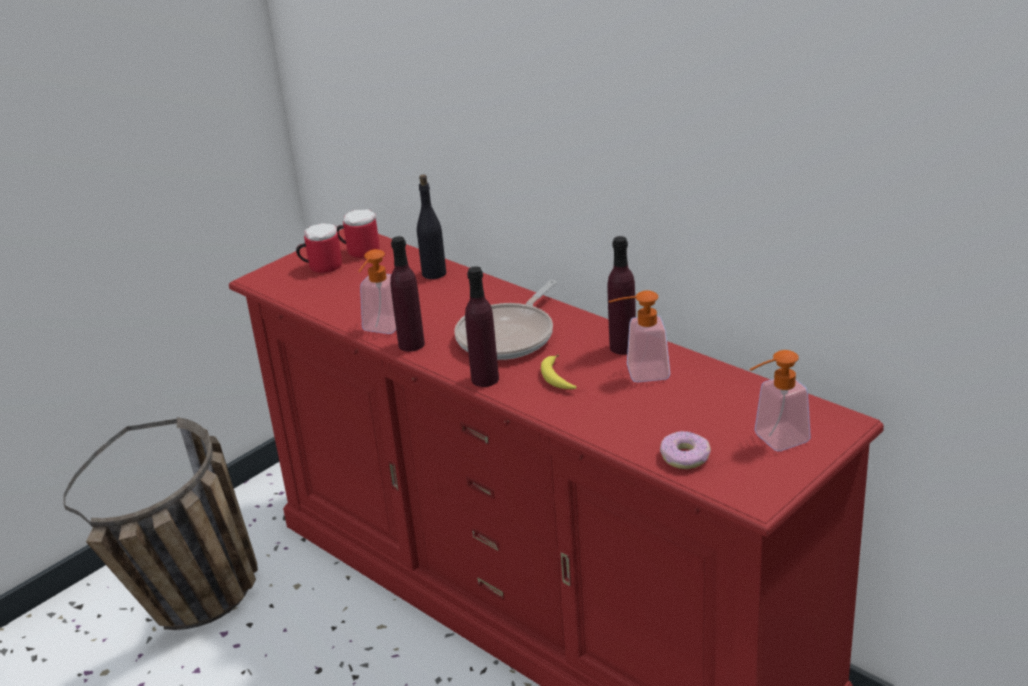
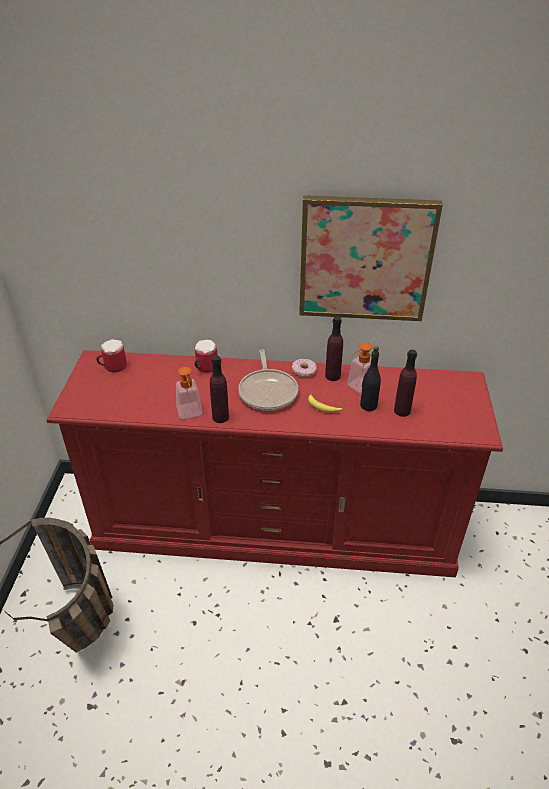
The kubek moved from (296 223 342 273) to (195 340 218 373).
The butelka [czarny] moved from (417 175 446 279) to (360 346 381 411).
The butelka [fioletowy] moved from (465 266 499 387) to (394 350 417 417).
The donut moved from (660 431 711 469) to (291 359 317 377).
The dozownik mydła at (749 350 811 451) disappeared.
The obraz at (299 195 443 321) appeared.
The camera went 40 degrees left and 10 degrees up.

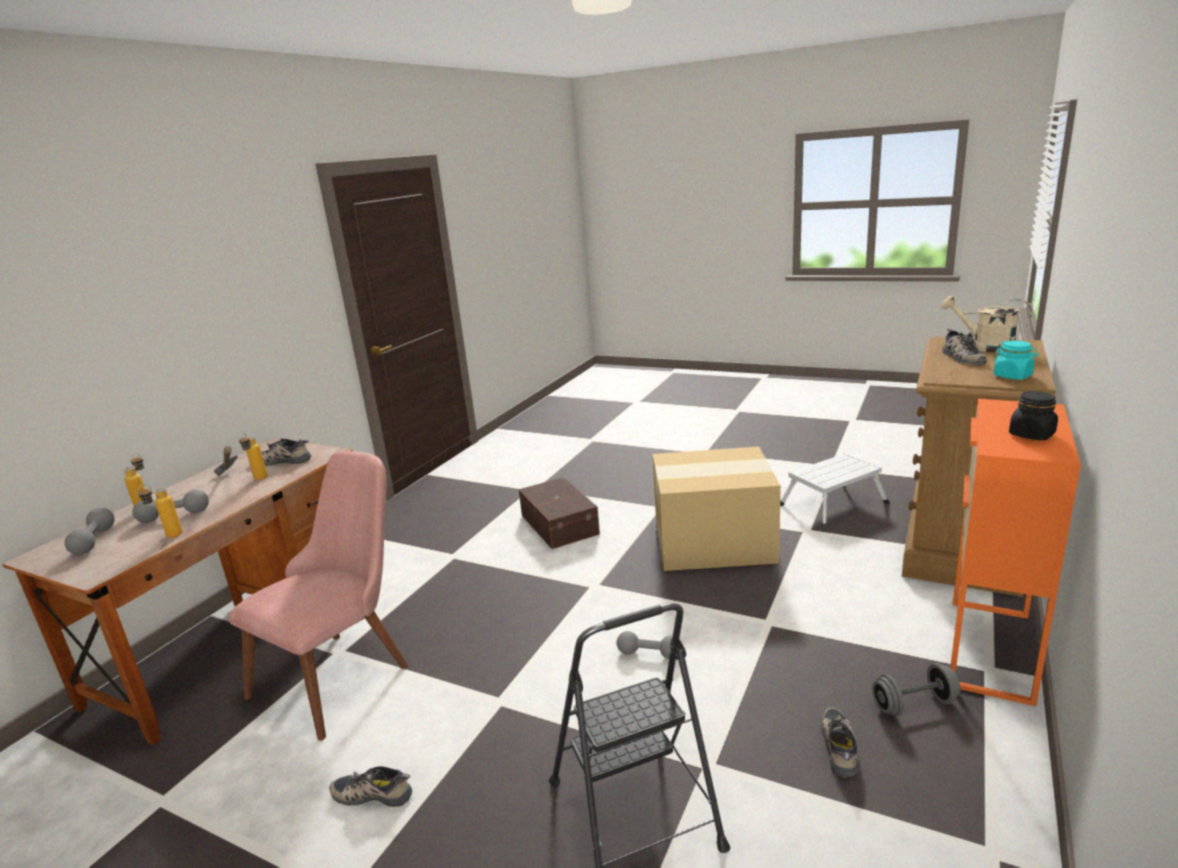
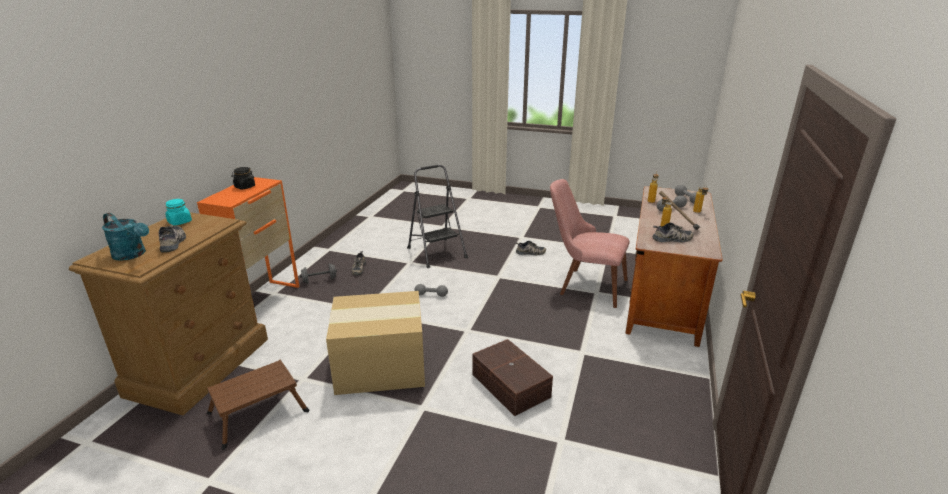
The krzesło [różowy] at (229 451 408 741) turned 90 degrees clockwise.
The drabinka [biały] at (780 453 890 529) became the drabinka [brązowy] at (207 360 310 450).
The konewka [beżowy] at (942 295 1032 353) became the konewka [turkusowy] at (102 213 149 261).
The camera went 170 degrees right and 5 degrees up.

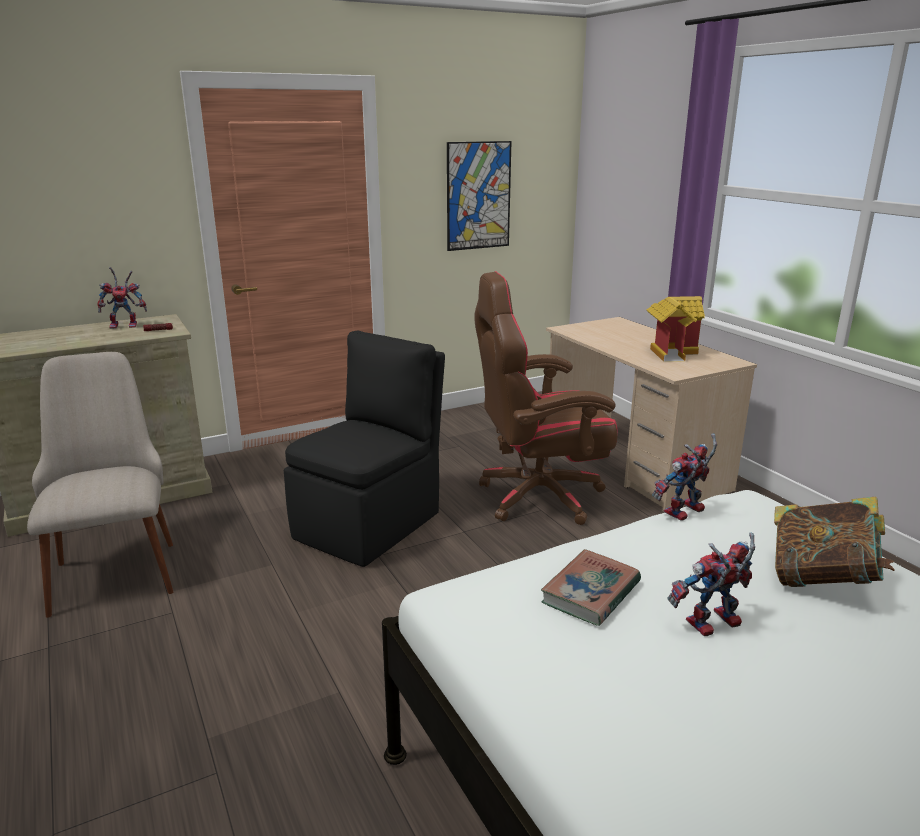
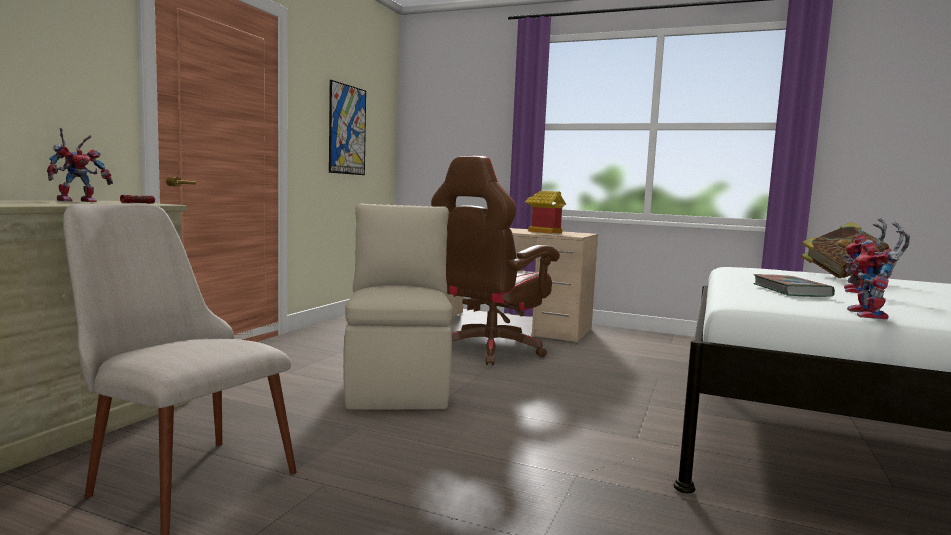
The krzesło [czarny] at (284 330 445 567) became the krzesło [beżowy] at (343 203 453 410).
The robot zabawkowy moved from (652 433 717 521) to (845 222 910 319).
The camera went 40 degrees left and 15 degrees down.

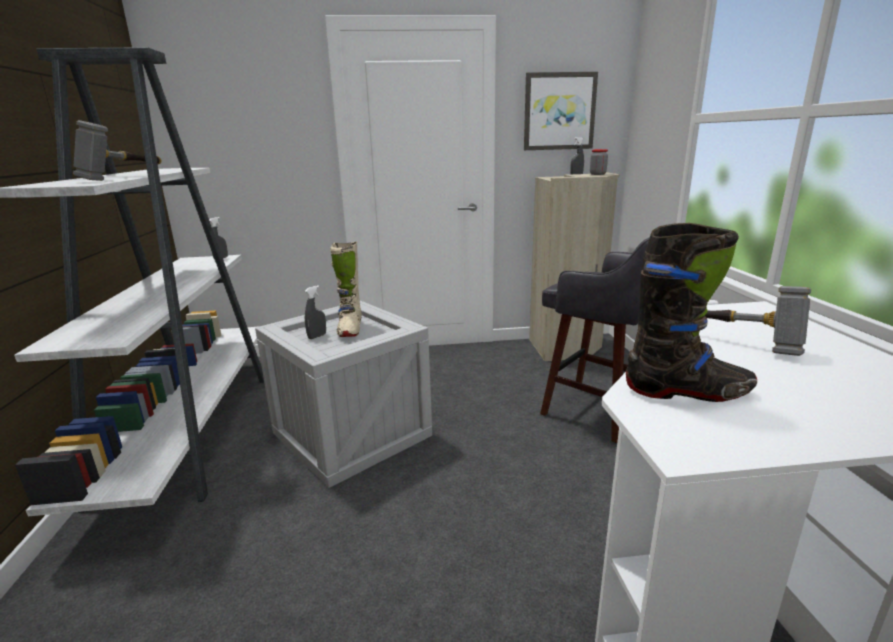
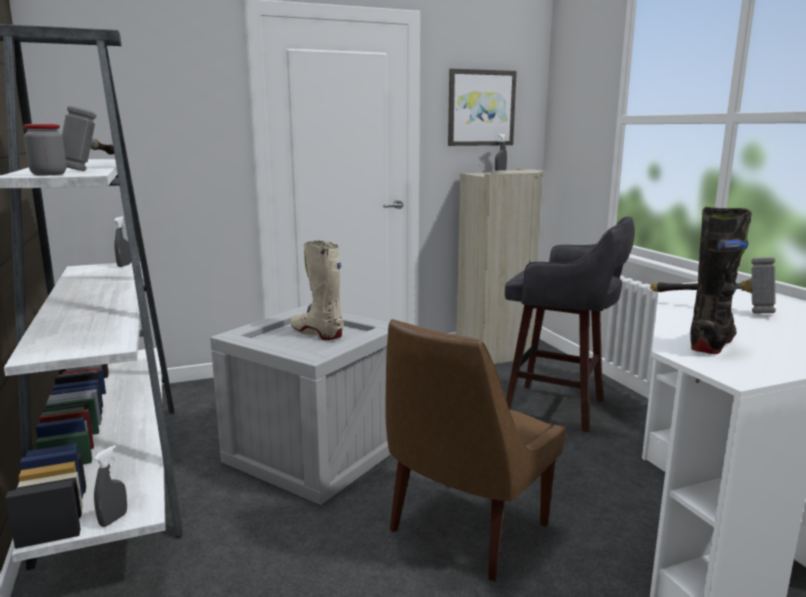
The spryskiwacz [szary] moved from (305 285 326 339) to (94 445 127 527).
The but z cholewką [beżowy] at (330 241 362 337) turned 150 degrees clockwise.
The słoik moved from (590 149 608 175) to (23 124 67 175).
The but z cholewką [czarny] at (626 223 757 402) turned 45 degrees counterclockwise.
The krzesło [brązowy] at (385 319 566 581) appeared.
The camera went 15 degrees left and 5 degrees down.

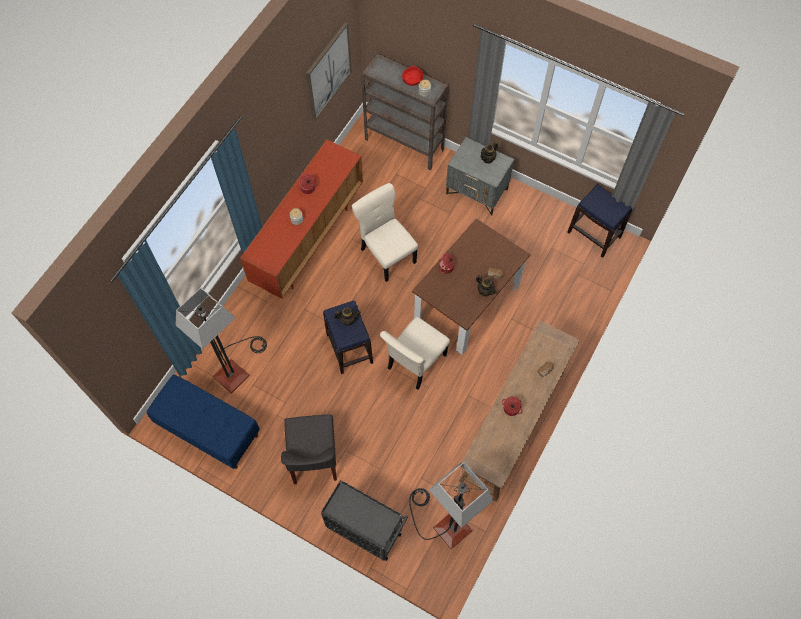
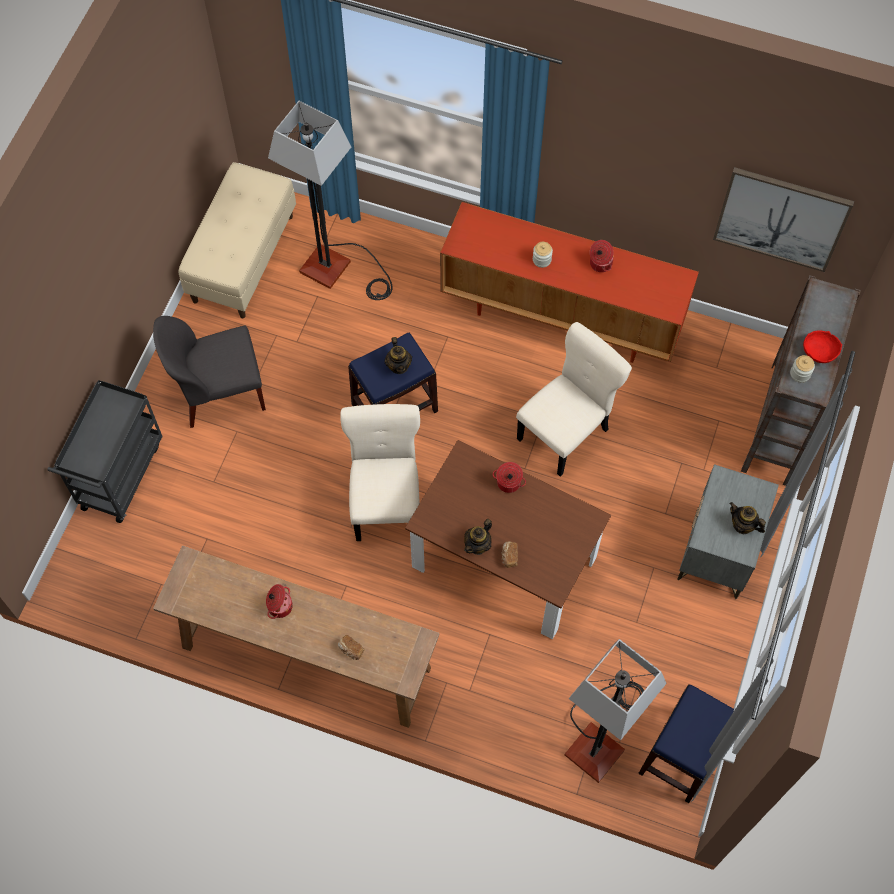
The ławka [niebieski] at (147 374 260 469) became the ławka [beżowy] at (179 162 296 318).
The krzesło [beżowy] at (380 317 450 390) turned 60 degrees clockwise.
The lampa stojąca moved from (409 462 494 549) to (564 639 667 783).
The camera went 80 degrees right and 0 degrees up.

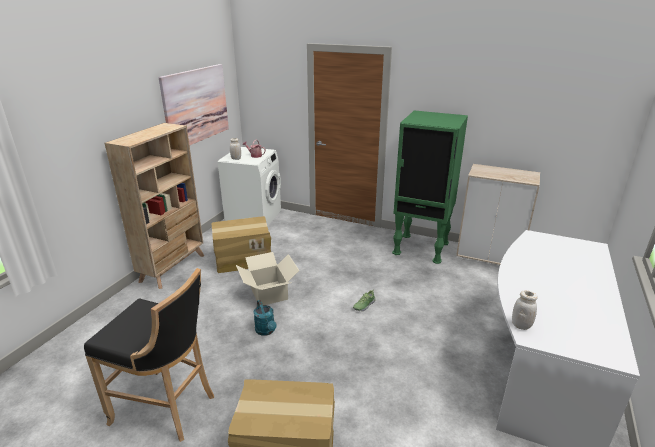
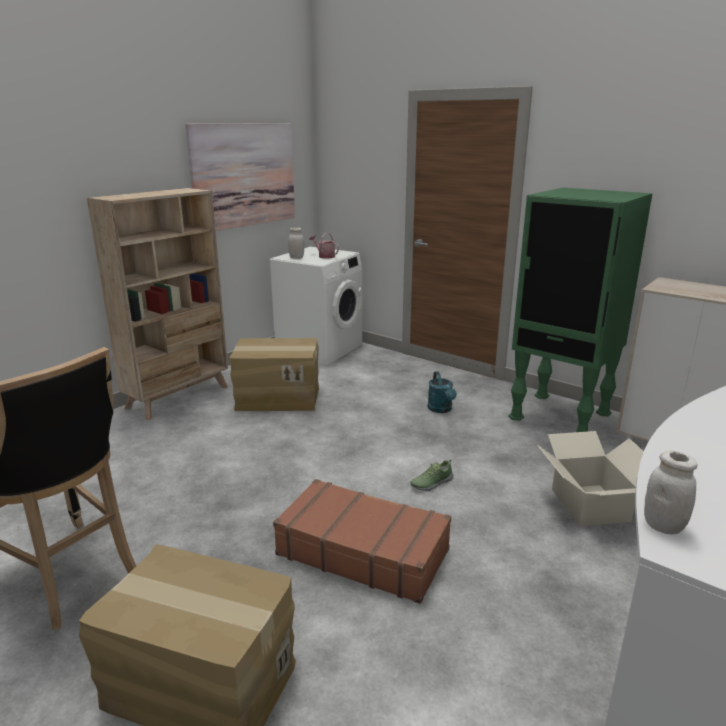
The karton moved from (236 252 299 305) to (537 431 644 526).
The konewka [turkusowy] moved from (254 300 277 336) to (428 371 457 413).
The walizka [brązowy] at (273 479 451 604) appeared.
The camera went 15 degrees right and 5 degrees down.

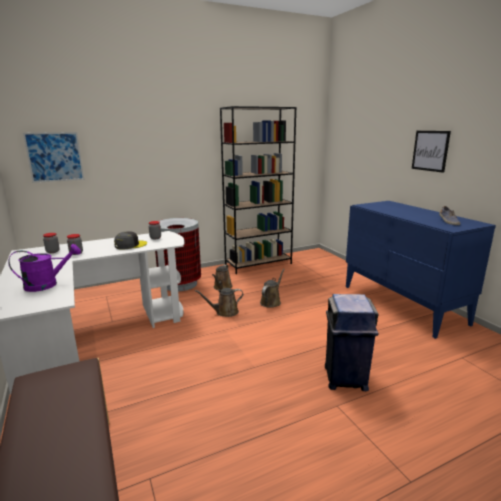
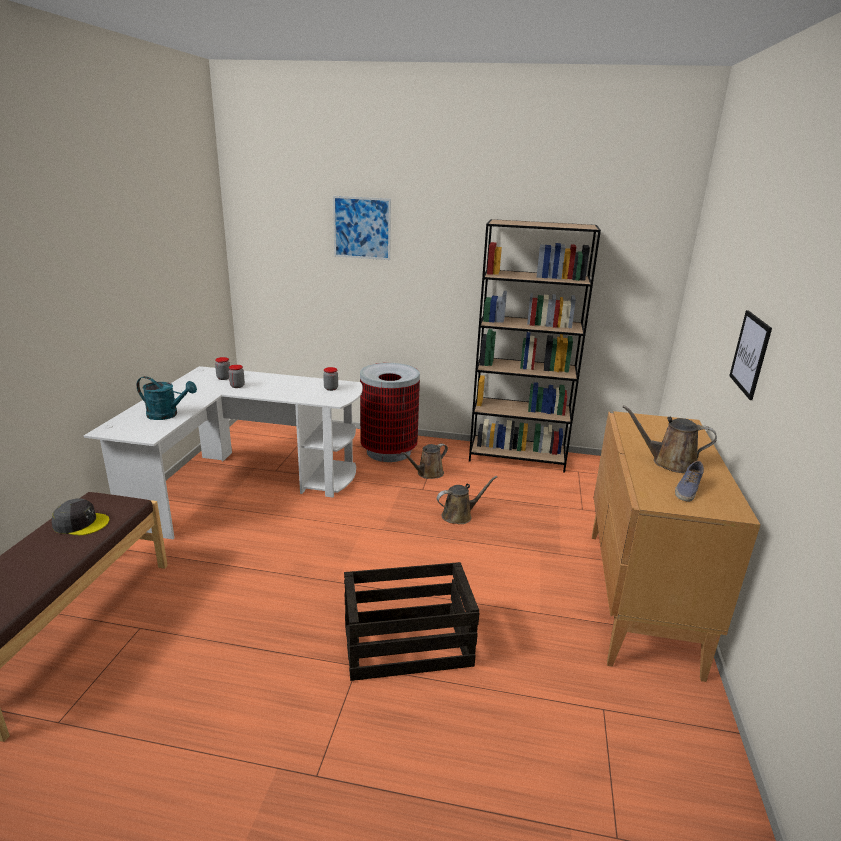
The konewka [fioletowy] at (8 244 81 292) became the konewka [turkusowy] at (137 376 197 420).
The obraz moved from (23 132 84 183) to (333 196 391 260).
The czapka z daszkiem [szary] moved from (114 231 147 249) to (52 498 110 535).
The konewka [brązowy] moved from (195 288 243 317) to (623 405 717 473).
The kosz na śmieci [niebieski] at (325 294 379 391) was replaced by the skrzynka at (344 562 480 681).
The szafka [niebieski] at (346 201 496 339) became the szafka [brązowy] at (592 411 761 682).
The camera went 35 degrees right and 5 degrees up.

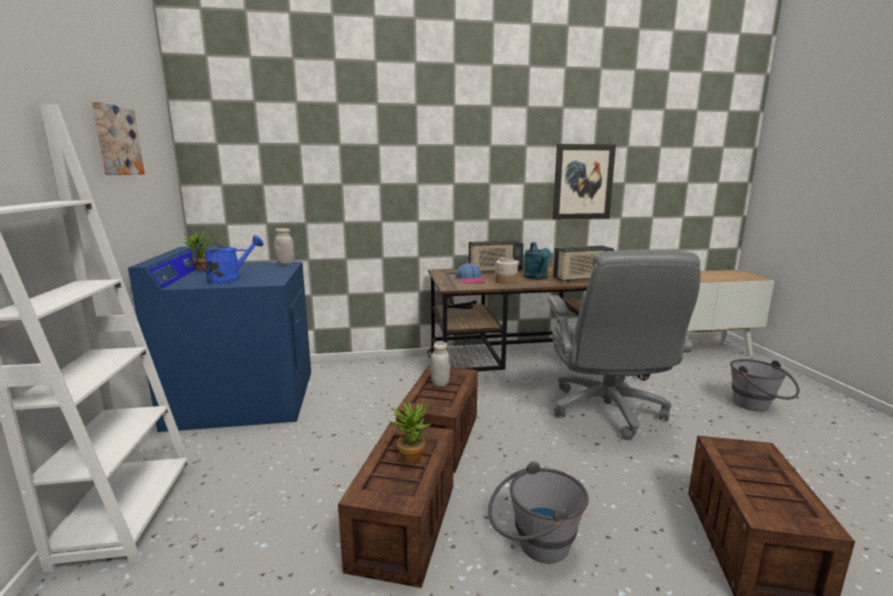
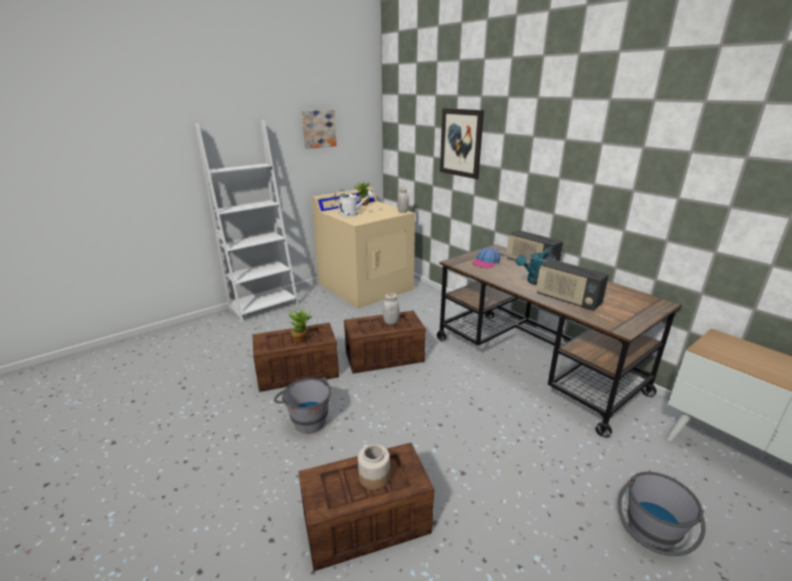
The pralka [niebieski] at (128 246 311 432) became the pralka [beżowy] at (312 187 415 309).
The konewka [niebieski] at (195 235 263 284) became the konewka [biały] at (334 190 373 217).
The słoik moved from (495 257 518 284) to (358 444 390 490).
The krzesło biurowe [szary] at (548 249 700 440) disappeared.
The obraz moved from (553 144 616 219) to (440 108 484 179).
The camera went 60 degrees right and 10 degrees up.

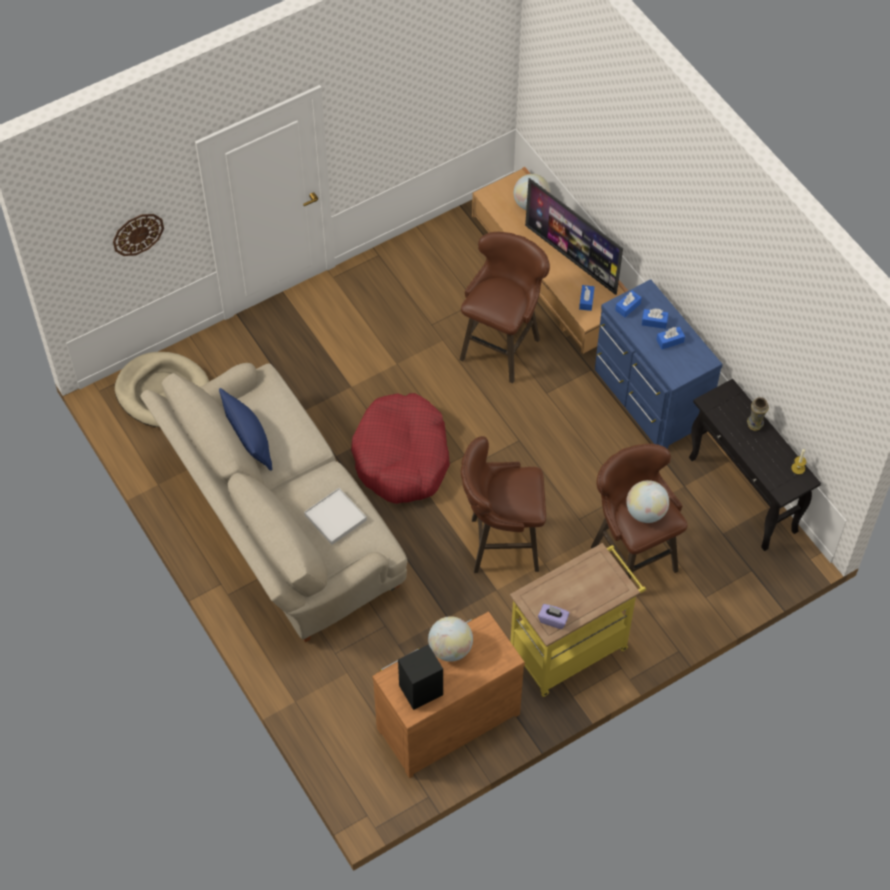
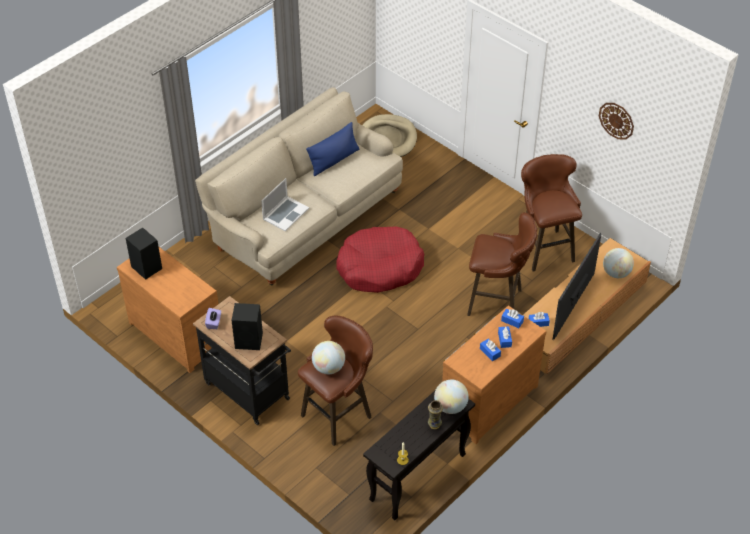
The zegar ścienny moved from (113 214 164 256) to (599 103 634 140).
The taca [biały] at (304 488 367 545) was replaced by the laptop at (261 178 309 231).
The globus moved from (428 616 473 662) to (434 379 469 414).
The stołek [brązowy] moved from (461 436 546 573) to (521 154 582 271).
The wózek [żółty] at (510 543 646 697) became the wózek [czarny] at (193 296 291 425).
The komoda [niebieski] at (595 279 723 449) became the komoda [brązowy] at (442 305 547 444).
The głośnik [czarny] at (232 303 263 350) appeared.
The camera went 75 degrees right and 10 degrees down.

